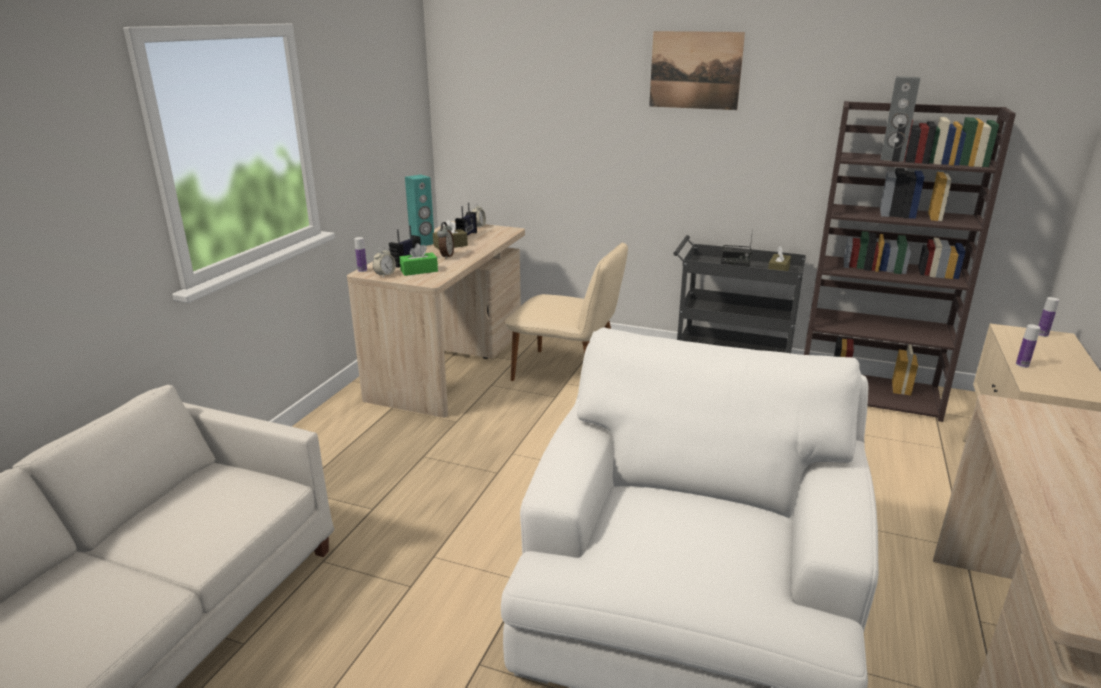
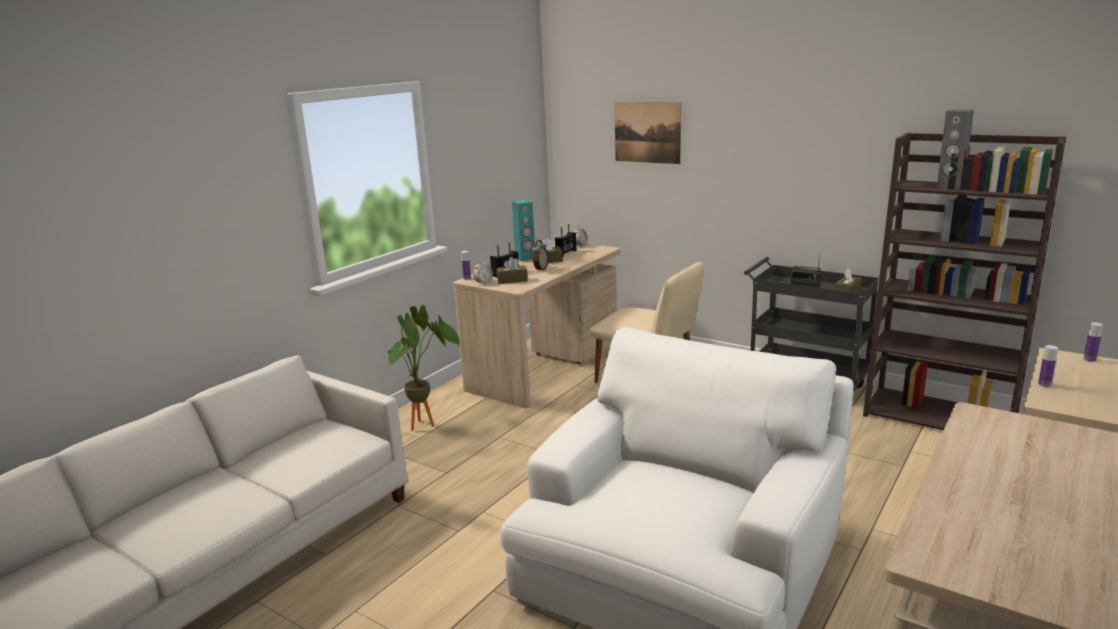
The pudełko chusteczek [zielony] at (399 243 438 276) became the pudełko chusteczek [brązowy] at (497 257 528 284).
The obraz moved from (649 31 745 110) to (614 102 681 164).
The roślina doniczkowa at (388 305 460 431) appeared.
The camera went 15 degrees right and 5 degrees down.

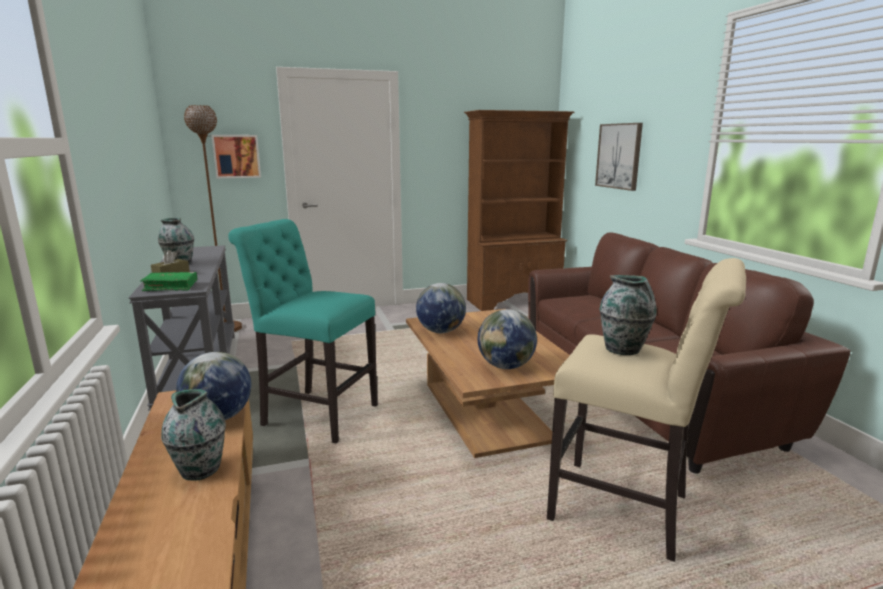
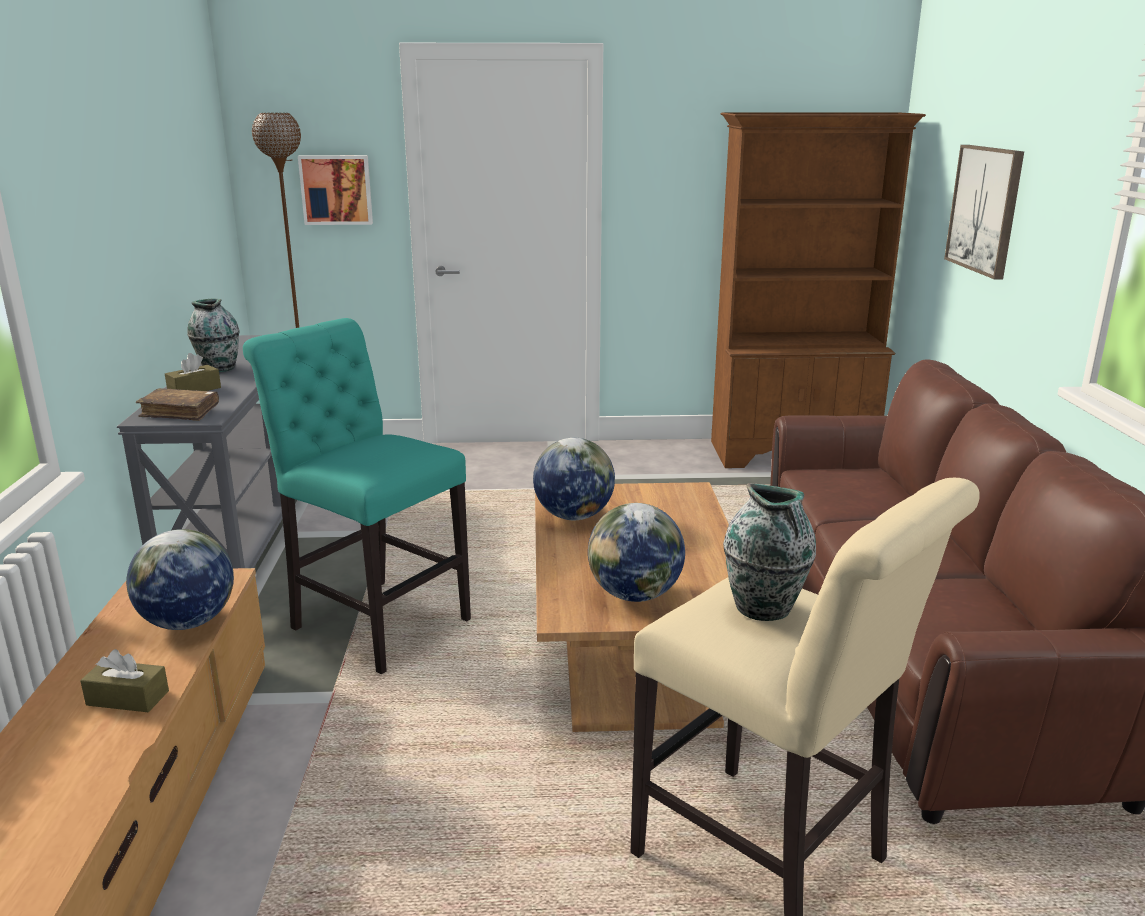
The książka [zielony] at (140 272 197 291) became the książka [brązowy] at (136 388 219 421).
The wazon at (161 389 226 481) was replaced by the pudełko chusteczek [brązowy] at (80 649 169 712).
The camera went 15 degrees right and 5 degrees up.

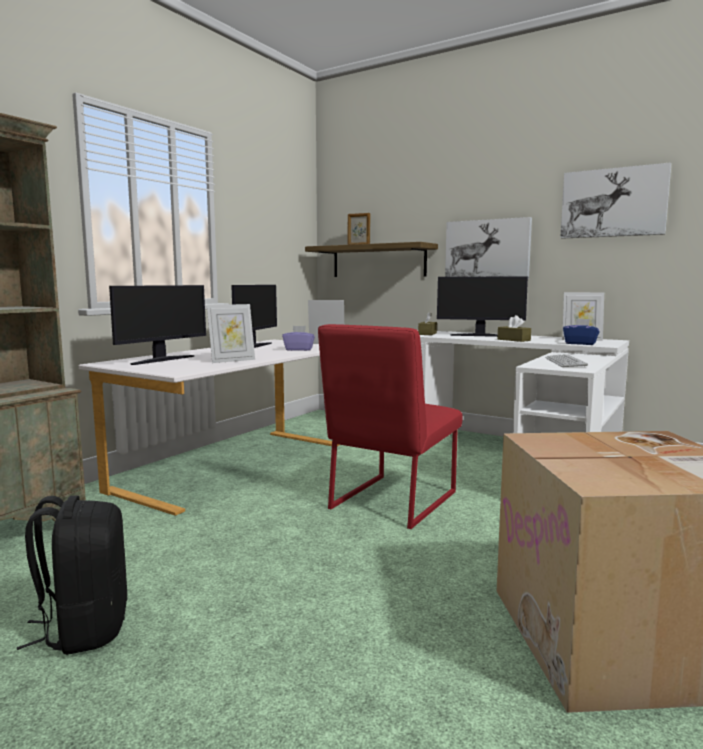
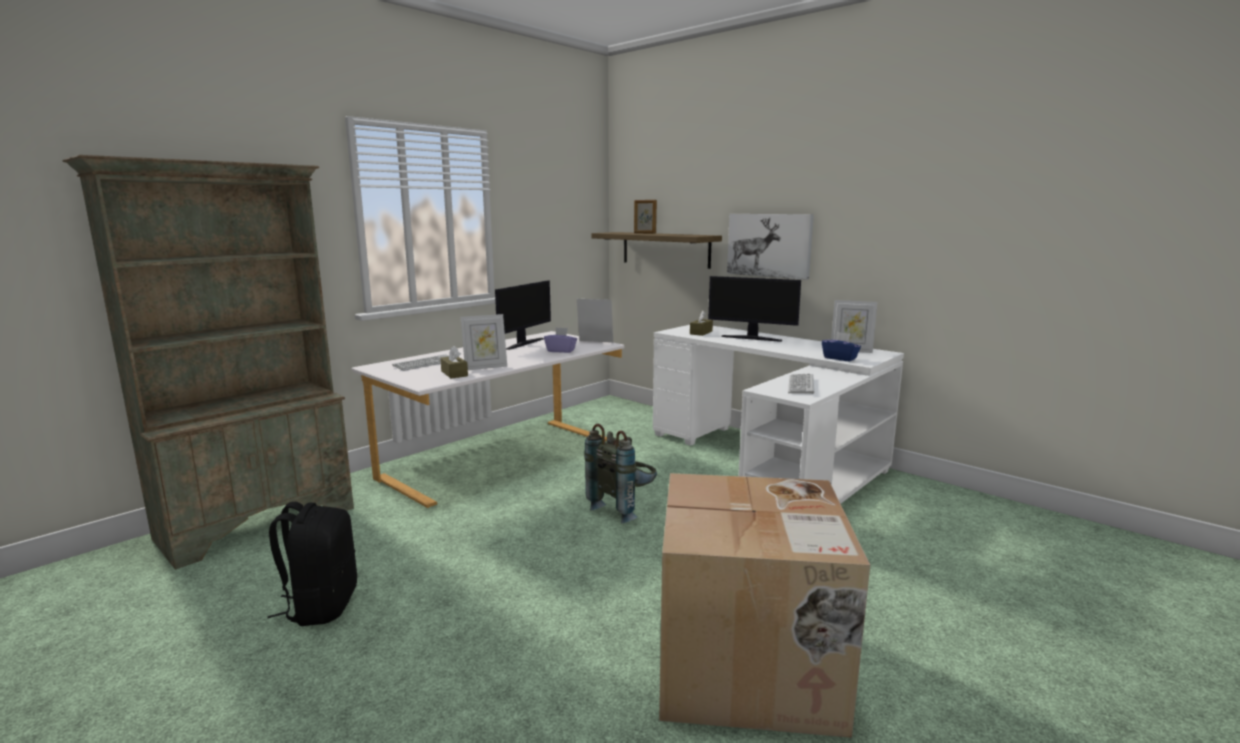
The monitor at (109 285 206 365) was replaced by the klawiatura at (392 354 449 371).
The krzesło [czerwony] at (318 324 463 529) was replaced by the plecak [szary] at (584 424 657 523).
The pudełko chusteczek [brązowy] moved from (497 315 531 342) to (440 346 468 379).
The obraz at (560 162 671 239) disappeared.
The camera went 10 degrees right and 5 degrees up.

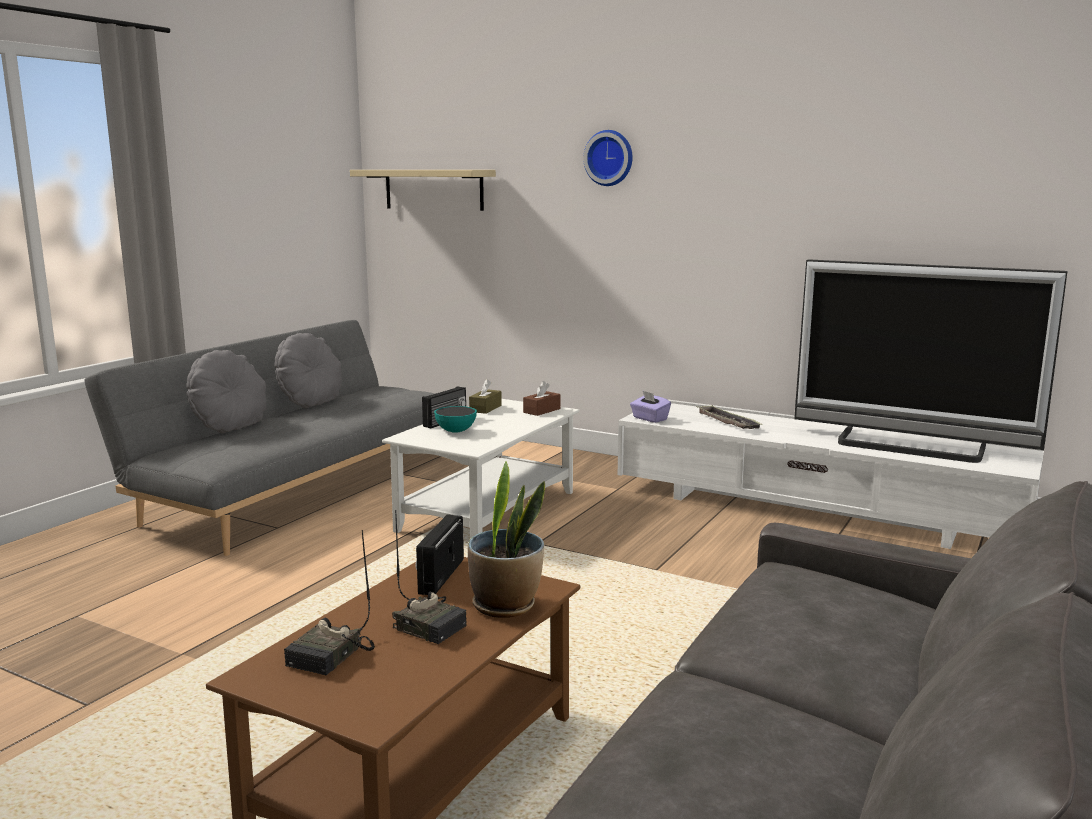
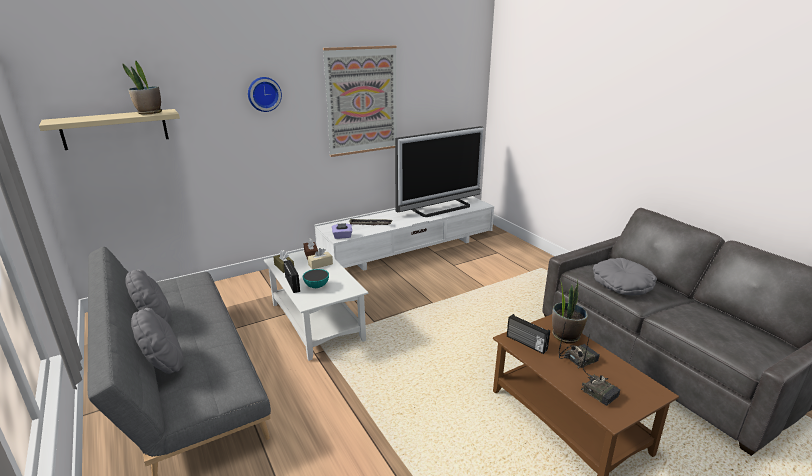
The roślina doniczkowa at (122 60 162 114) appeared.
The pudełko chusteczek [beżowy] at (308 248 333 269) appeared.
The obraz at (323 46 397 157) appeared.
The poduszka [szary] at (593 258 657 295) appeared.
The camera went 60 degrees left and 10 degrees up.

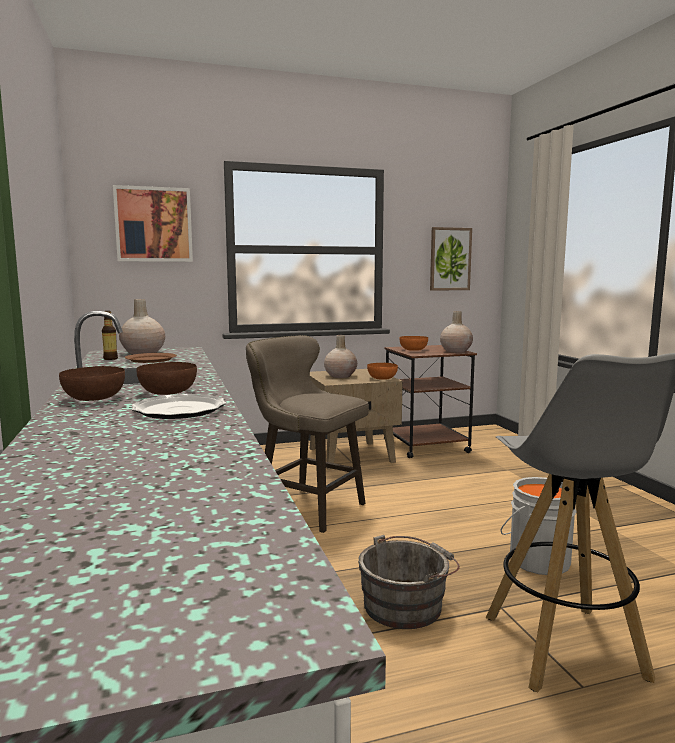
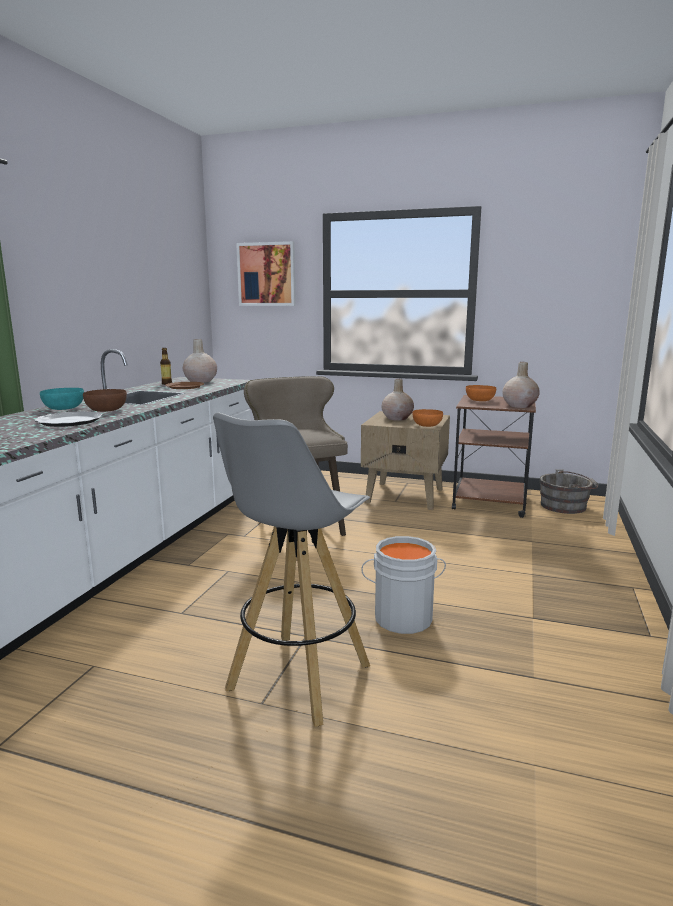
The miska [brązowy] at (59 366 125 401) became the miska [turkusowy] at (40 388 84 410).
The wiadro [szary] moved from (358 535 460 629) to (540 469 599 514).
The obraz at (430 227 472 291) disappeared.
The camera went 35 degrees right and 5 degrees up.

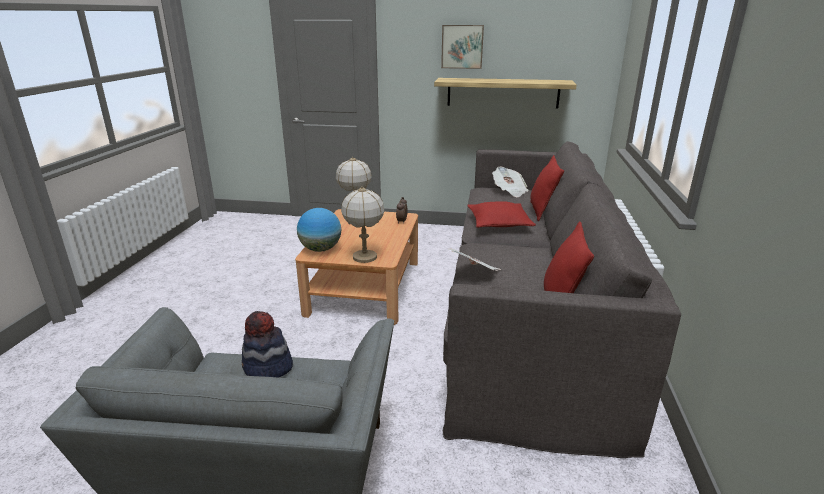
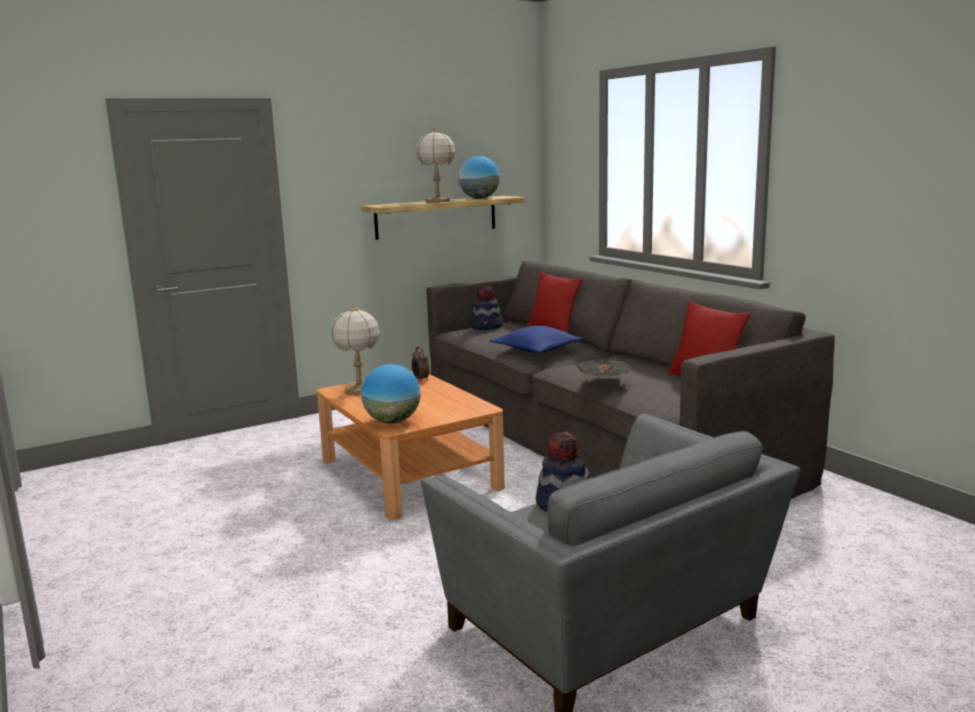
The lampa stołowa moved from (341 186 384 263) to (416 128 456 203).
The obraz at (441 25 484 69) disappeared.
The poduszka [czerwony] at (467 201 536 228) became the poduszka [niebieski] at (490 326 585 353).
The gazeta at (492 166 529 197) was replaced by the kapelusz at (471 286 503 330).
The globus at (459 156 500 199) appeared.
The camera went 40 degrees left and 10 degrees down.

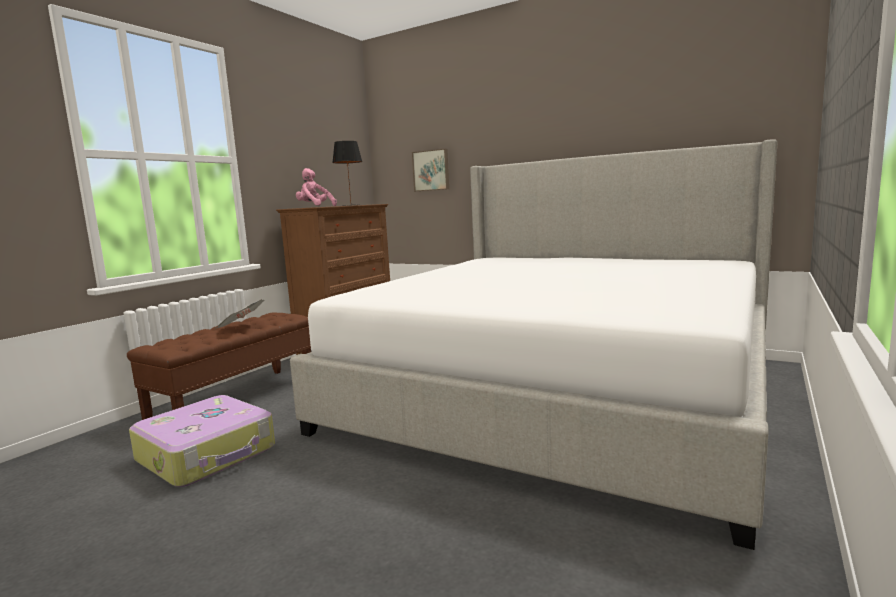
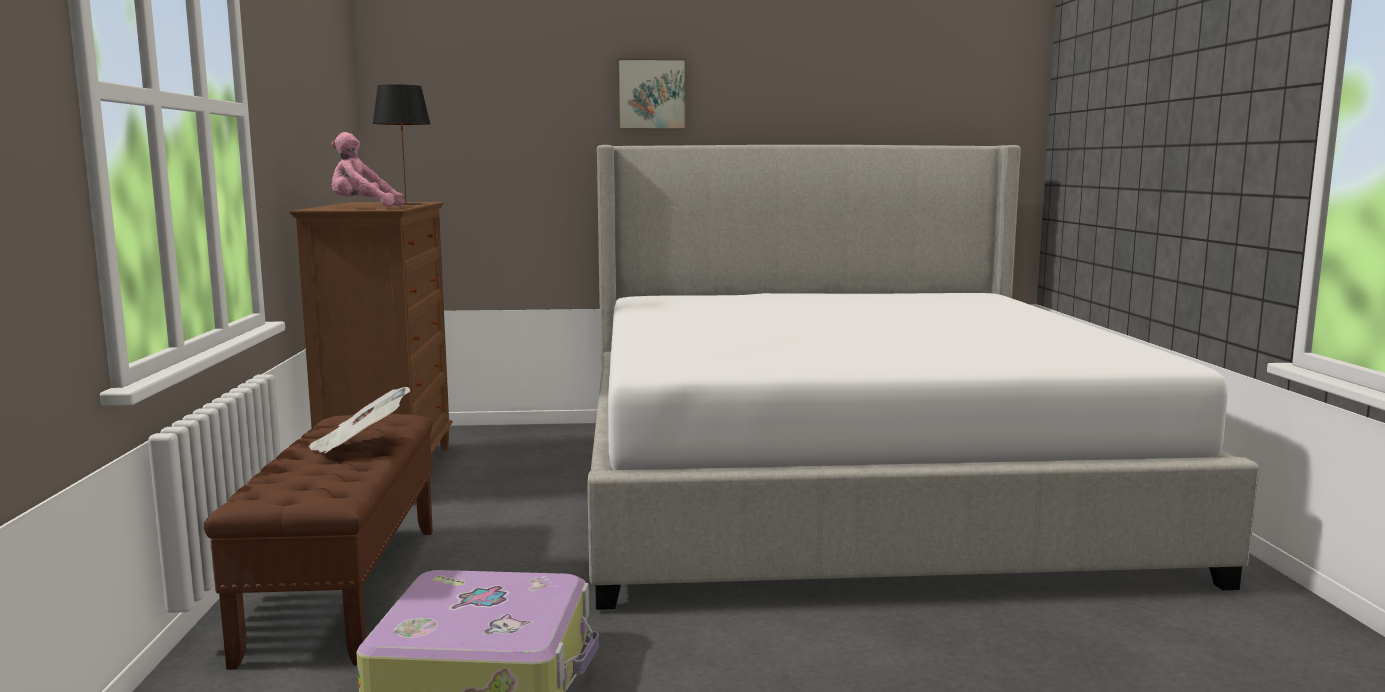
The obraz moved from (412 149 449 191) to (617 58 687 130).
The camera went 35 degrees left and 0 degrees up.

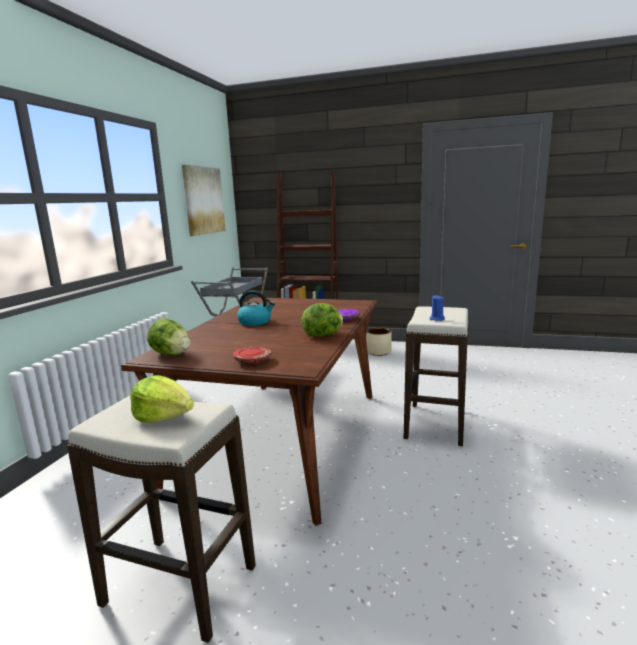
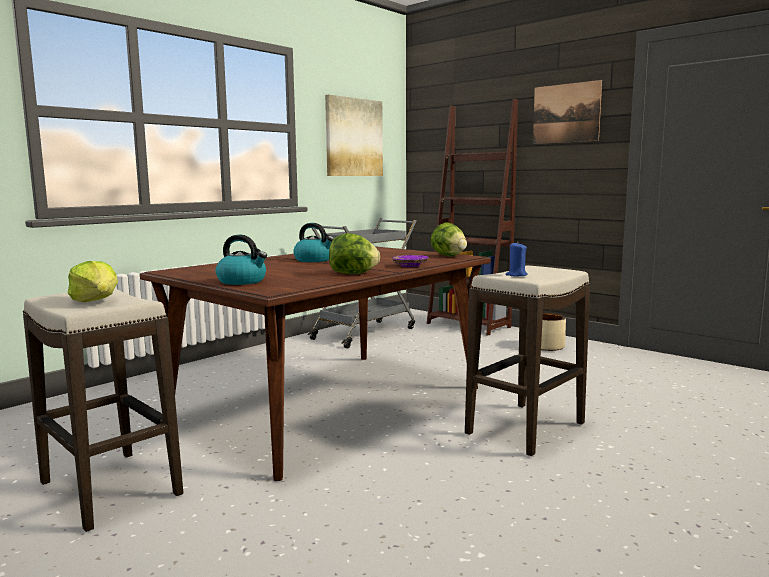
The sałata moved from (147 318 190 356) to (431 222 467 256).
The talerz [czerwony] at (233 347 272 364) was replaced by the czajnik at (215 235 267 285).
The obraz at (533 80 602 144) appeared.
The camera went 25 degrees right and 5 degrees down.

